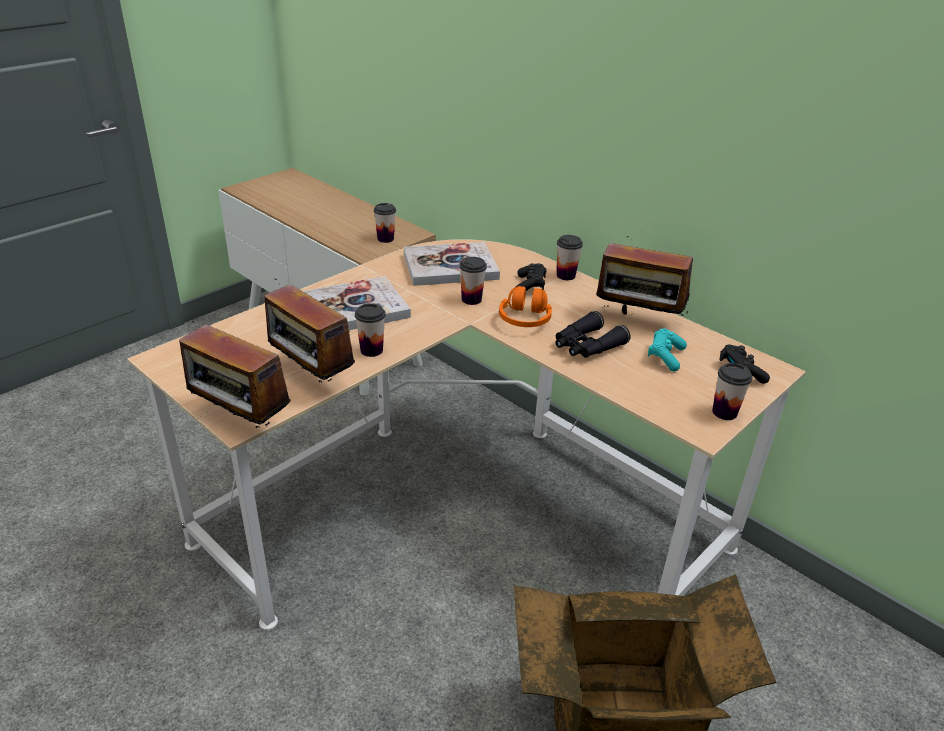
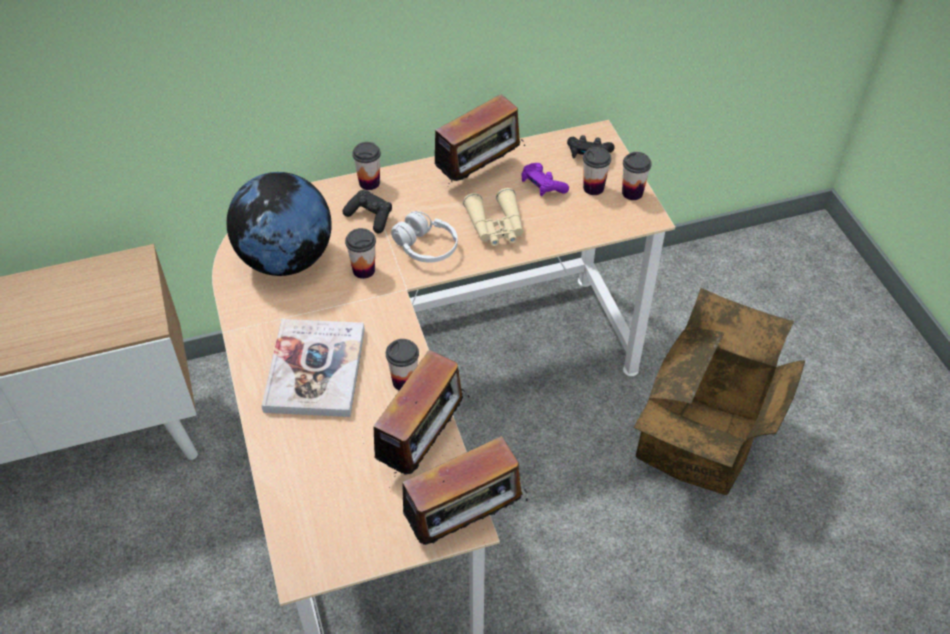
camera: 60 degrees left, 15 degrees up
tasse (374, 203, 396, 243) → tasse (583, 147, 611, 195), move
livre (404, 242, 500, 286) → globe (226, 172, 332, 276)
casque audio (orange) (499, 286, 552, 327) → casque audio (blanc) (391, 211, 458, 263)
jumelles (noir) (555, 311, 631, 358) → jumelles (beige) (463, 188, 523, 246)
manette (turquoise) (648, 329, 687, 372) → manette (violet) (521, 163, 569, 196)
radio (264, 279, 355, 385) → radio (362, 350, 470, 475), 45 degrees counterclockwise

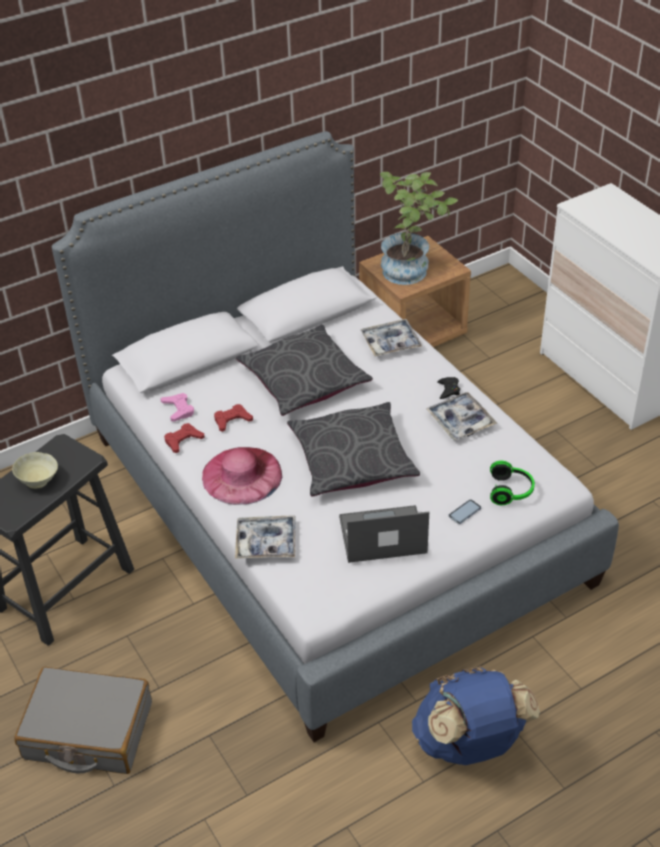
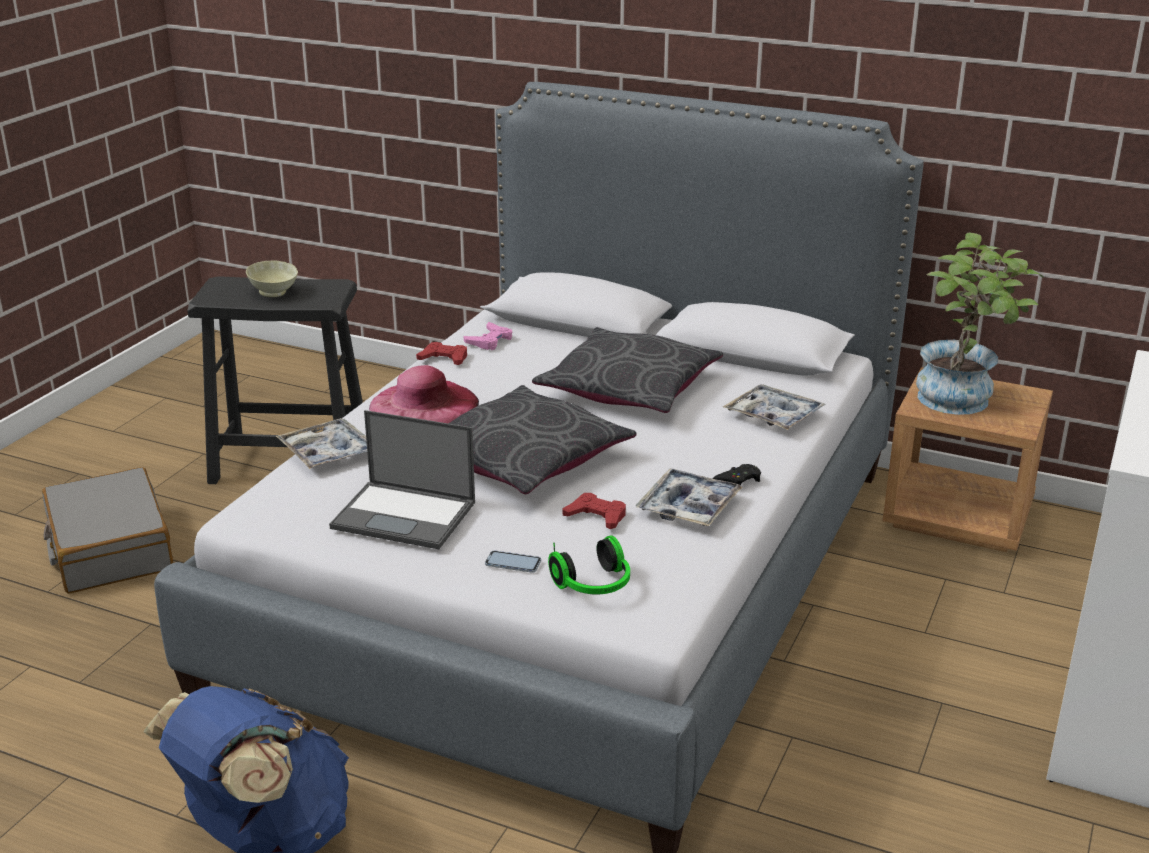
camera: 55 degrees right, 15 degrees down
manette (rouge) (214, 404, 253, 432) → manette (rouge) (562, 493, 626, 529), move
ordinateur portable (339, 505, 429, 563) → ordinateur portable (329, 410, 475, 549), 150 degrees clockwise

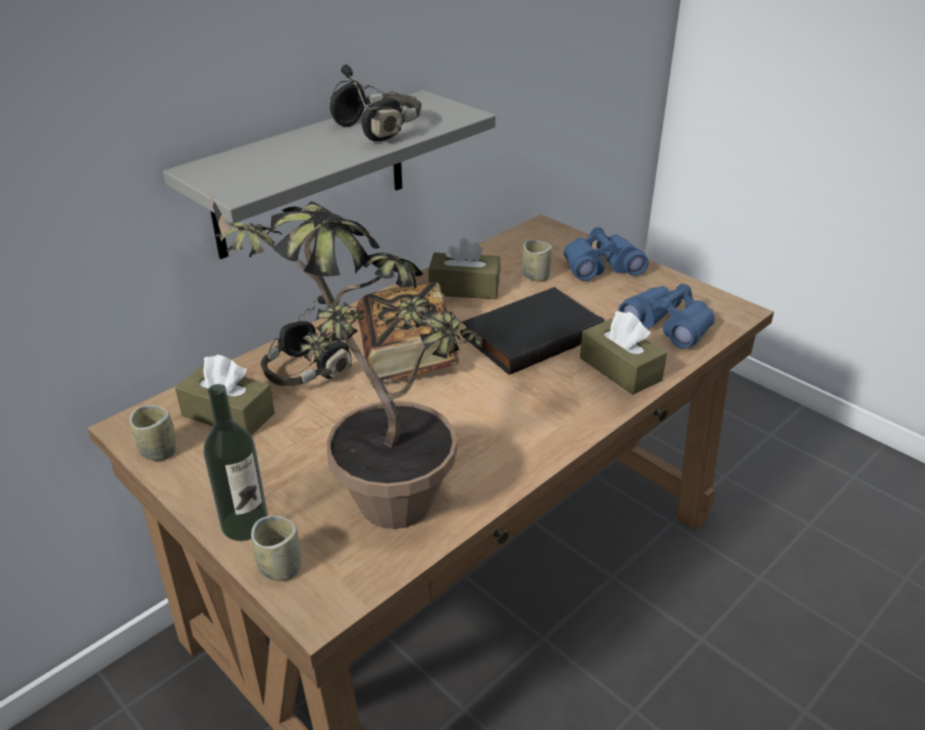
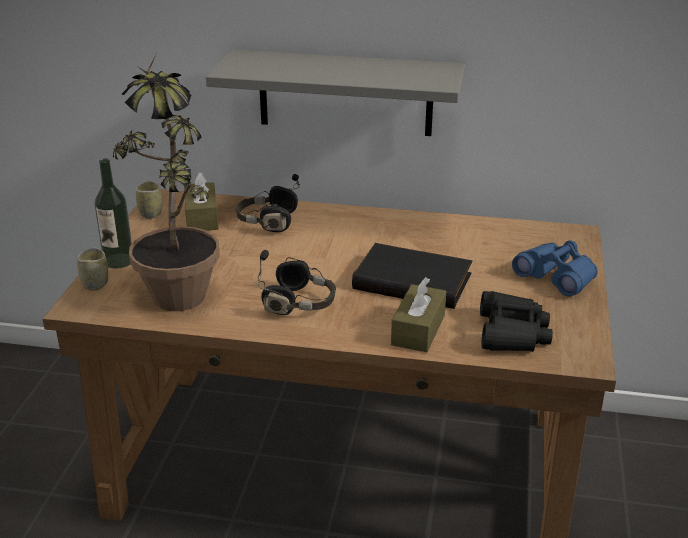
camera: 55 degrees right, 5 degrees down
livre (357, 282, 459, 383) → -
boîte à mouchoirs (marron) (428, 238, 500, 299) → -
tasse (522, 240, 552, 282) → -
casque audio (noir) (329, 64, 421, 142) → casque audio (noir) (258, 250, 336, 315), move
jumelles (bleu) (618, 284, 715, 349) → jumelles (noir) (480, 291, 553, 352)

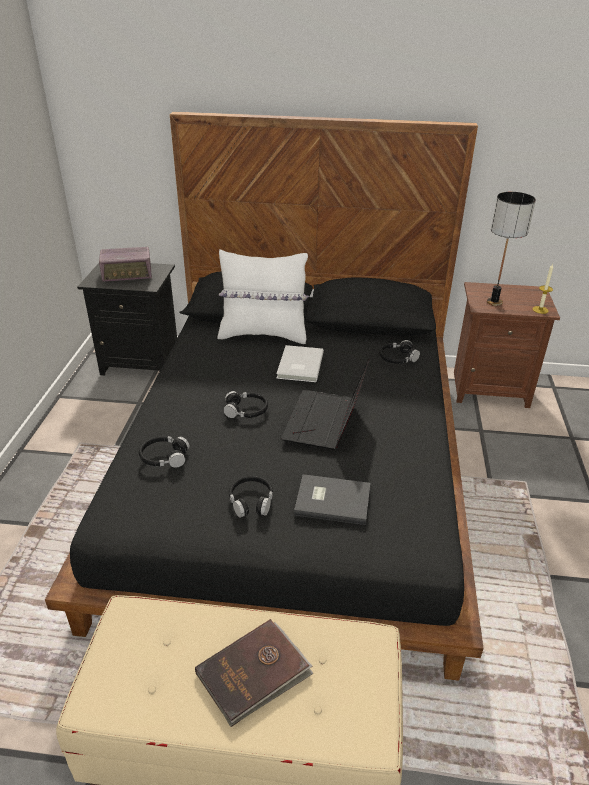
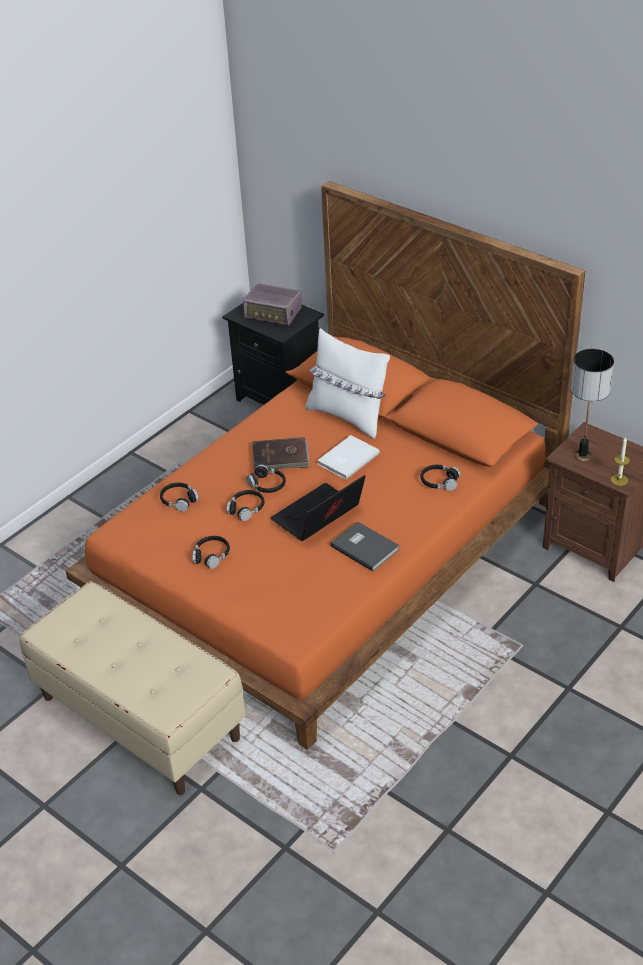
camera: 35 degrees right, 5 degrees up
- → casque audio (noir) (227, 490, 264, 521)
livre (marron) (195, 619, 314, 727) → livre (marron) (253, 437, 309, 470), move
livre (gris) (294, 474, 370, 525) → livre (gris) (331, 521, 399, 571), move
lit (noir) (45, 112, 484, 681) → lit (orange) (66, 181, 585, 750)

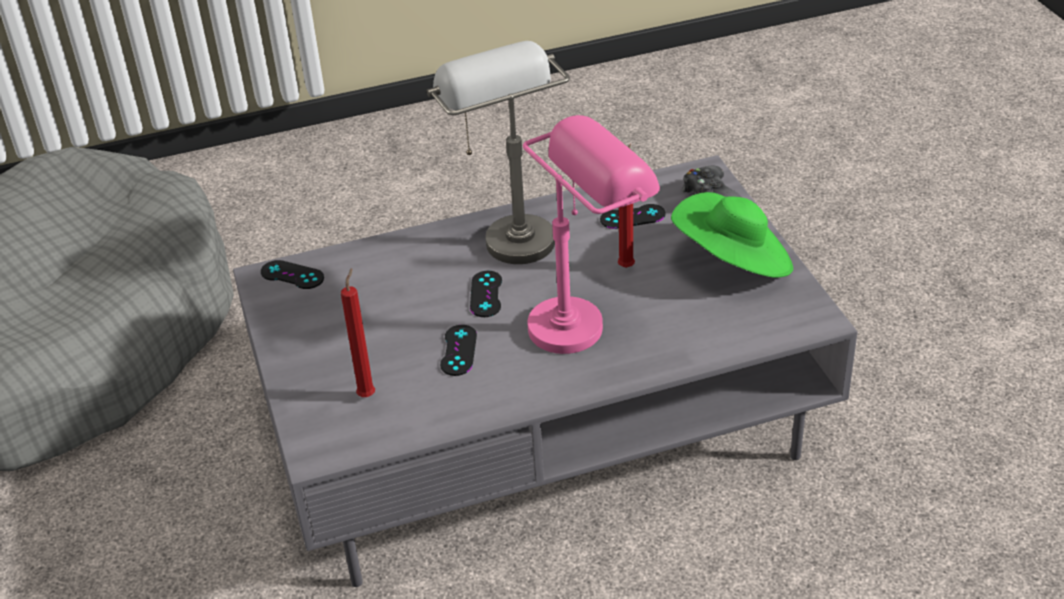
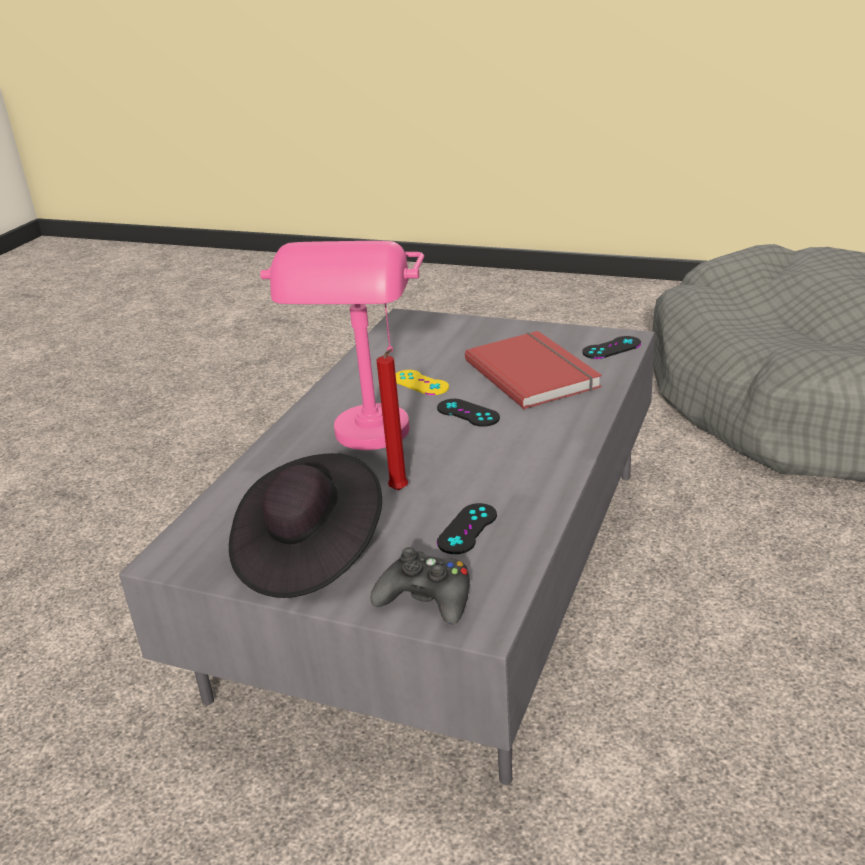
camera: 130 degrees right, 10 degrees down
bougie (rouge) (341, 268, 375, 397) → -
lampe de table (gris) (426, 41, 570, 264) → -
- → livre (rouge) (465, 331, 602, 409)
manette (noir) (440, 325, 477, 376) → manette (jaune) (395, 370, 449, 395)
chapeau (vert) (671, 192, 793, 278) → chapeau (noir) (229, 453, 382, 598)

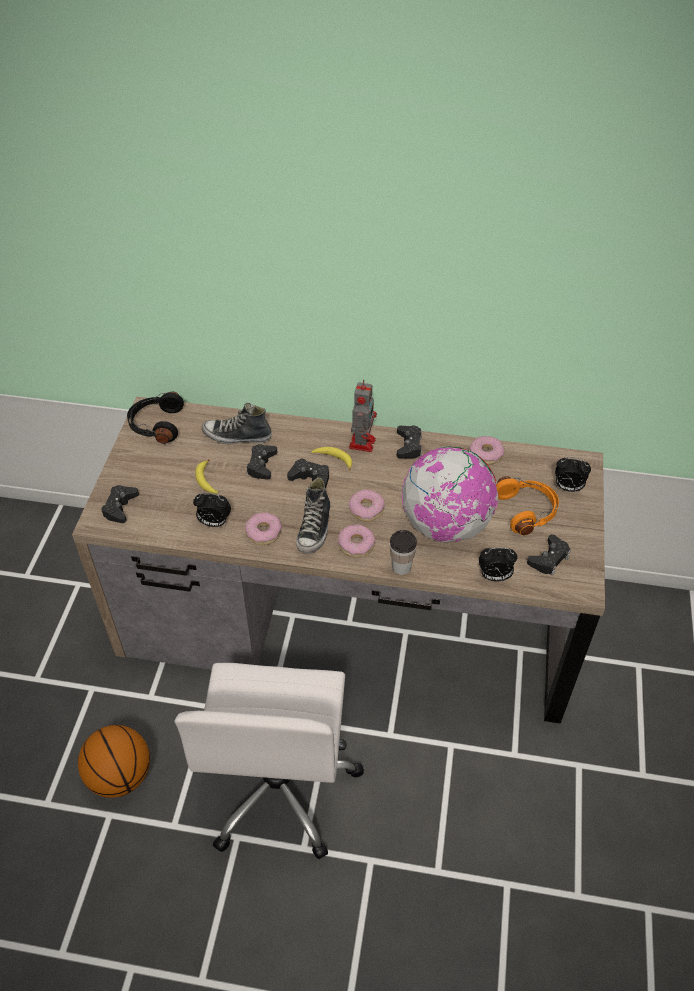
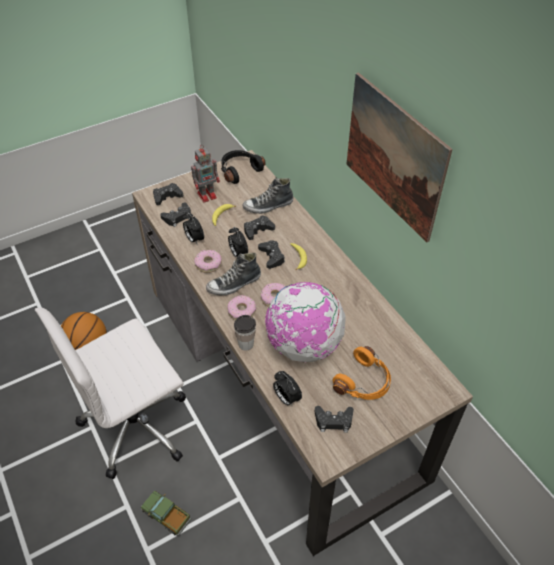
camera: 50 degrees right, 0 degrees up
beignet (470, 436, 504, 465) → -
- → camion jouet (141, 491, 191, 536)
- → tableau (347, 72, 453, 242)
robot jouet (349, 379, 377, 452) → robot jouet (191, 146, 220, 203), move
manette (noir) (397, 426, 422, 458) → manette (noir) (160, 202, 191, 227), move
réveil (555, 457, 591, 492) → réveil (228, 227, 248, 257), move
chaussure (202, 403, 272, 444) → chaussure (243, 177, 294, 214), 75 degrees counterclockwise

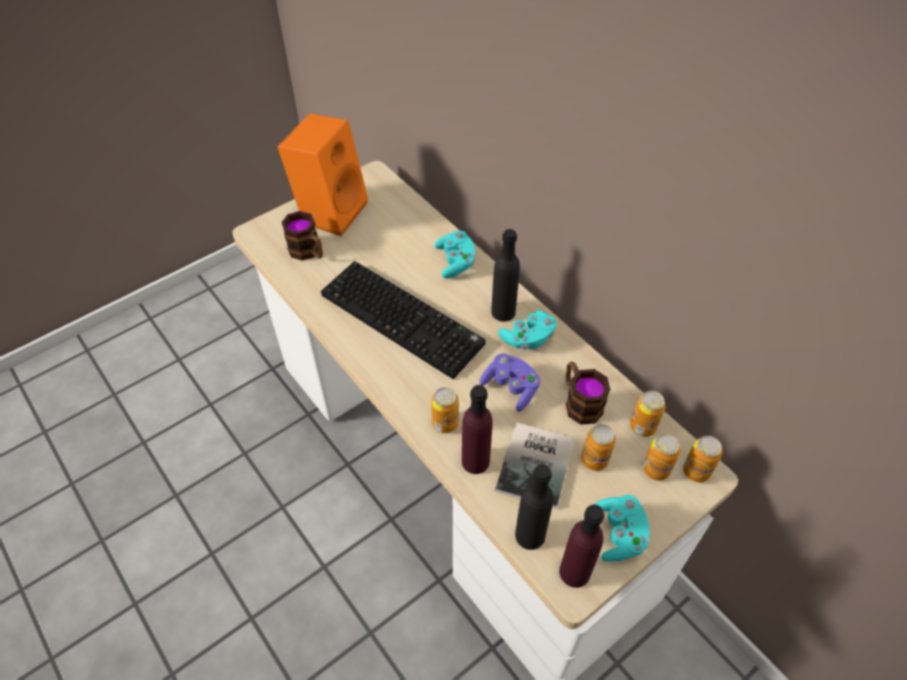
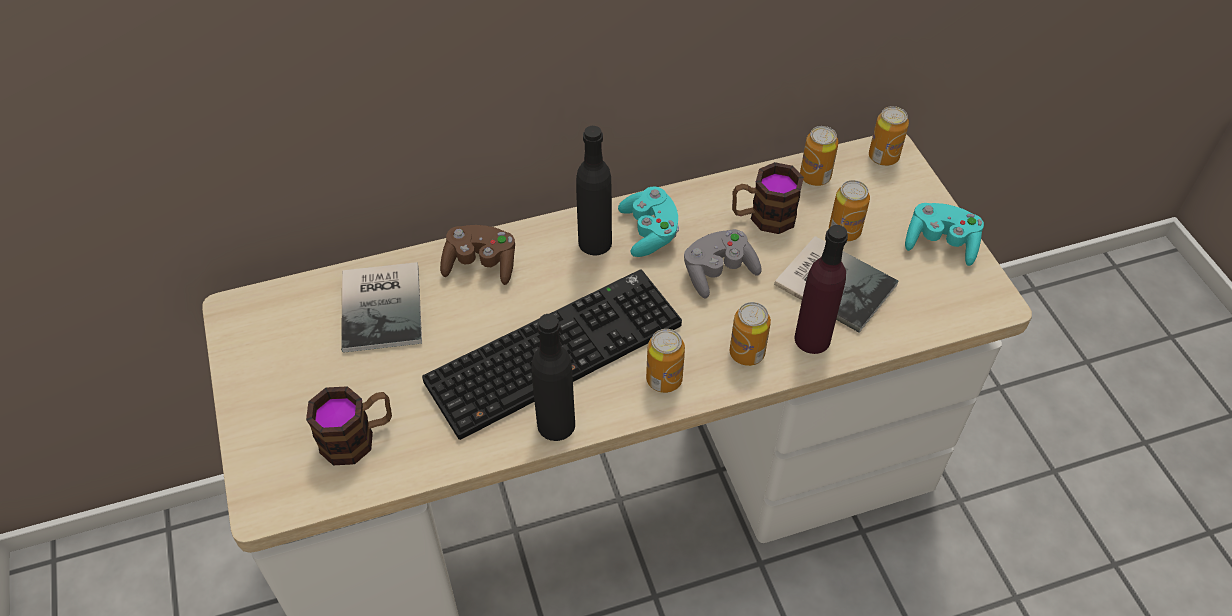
camera: 70 degrees left, 0 degrees up
enceinte (orange) (277, 113, 368, 236) → -
bouteille (violet) (559, 504, 604, 588) → -
- → livre (341, 262, 422, 352)
bouteille (noir) (515, 464, 553, 550) → bouteille (noir) (532, 314, 575, 441), move
boîte métallique (643, 434, 680, 481) → boîte métallique (646, 329, 685, 393), move
manette (turquoise) (434, 230, 475, 278) → manette (marron) (440, 225, 515, 285)
manette (violet) (479, 354, 540, 412) → manette (gris) (684, 229, 762, 298)

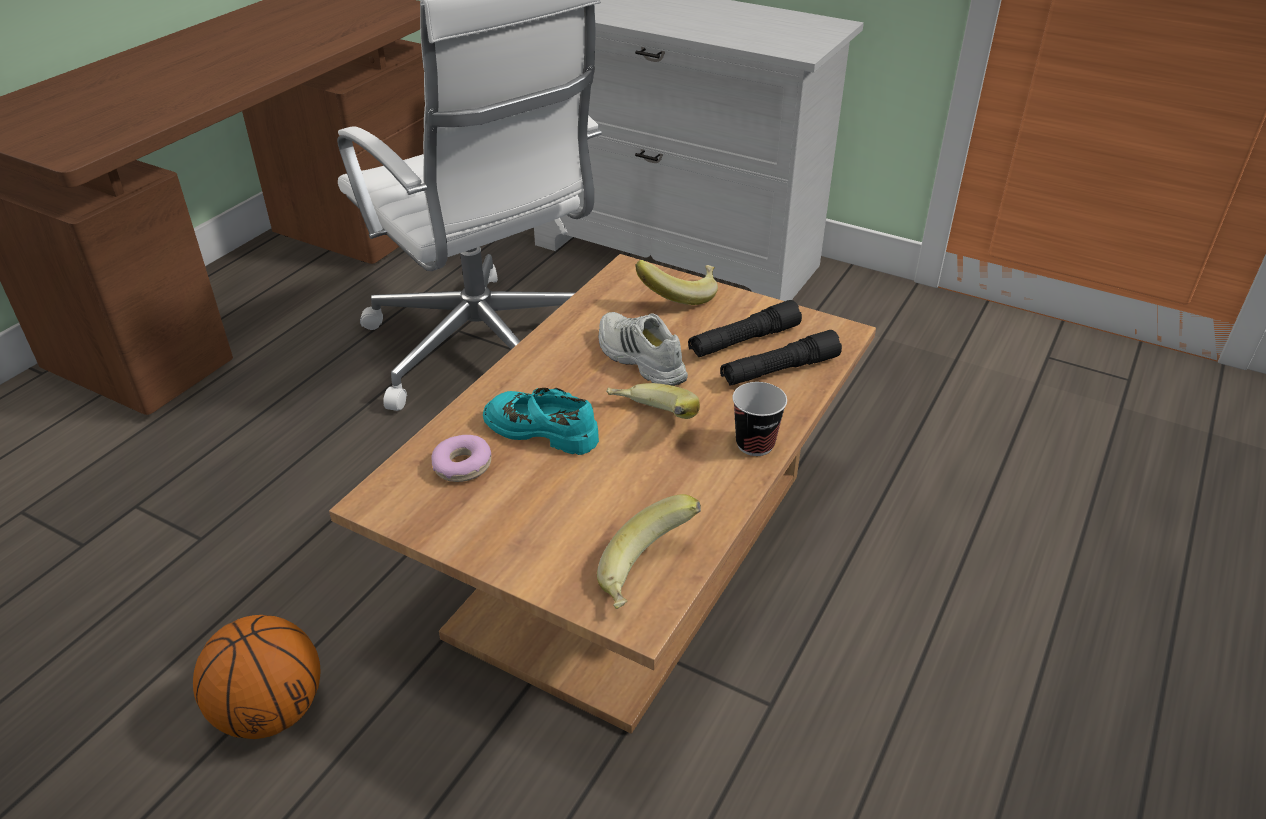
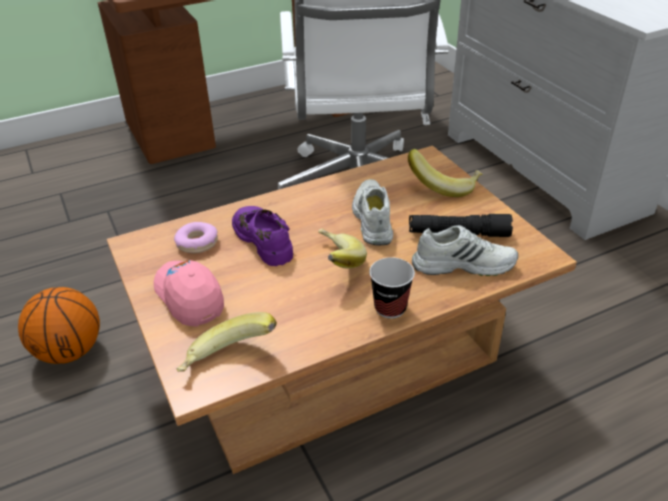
camera: 35 degrees right, 0 degrees up
- → casquette (rose) (154, 260, 224, 327)
lampe de poche (noir) (720, 330, 842, 386) → chaussure (blanc) (412, 225, 518, 276)
chaussure (turquoise) (483, 388, 599, 455) → chaussure (violet) (232, 206, 293, 266)

